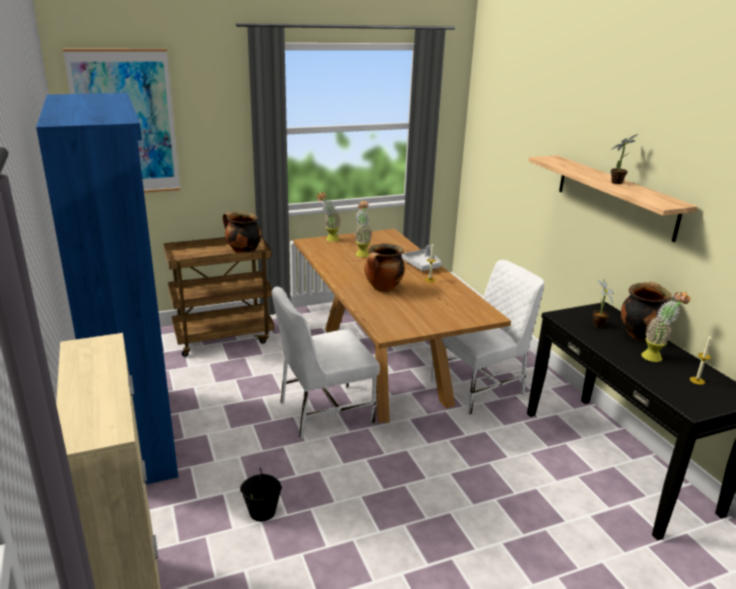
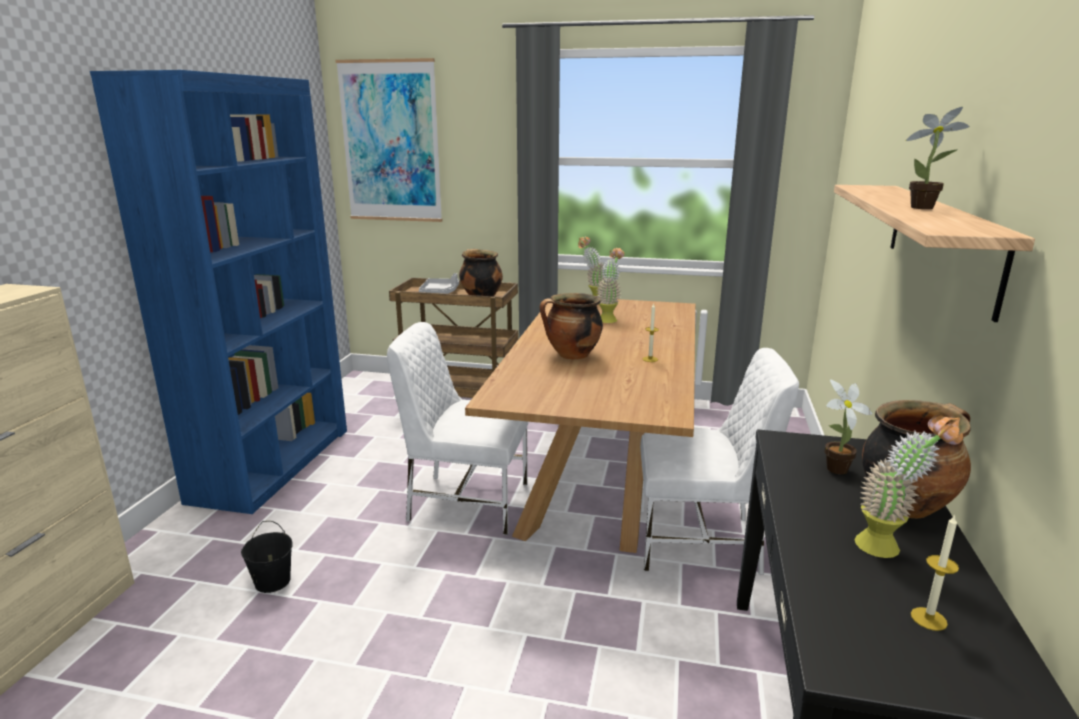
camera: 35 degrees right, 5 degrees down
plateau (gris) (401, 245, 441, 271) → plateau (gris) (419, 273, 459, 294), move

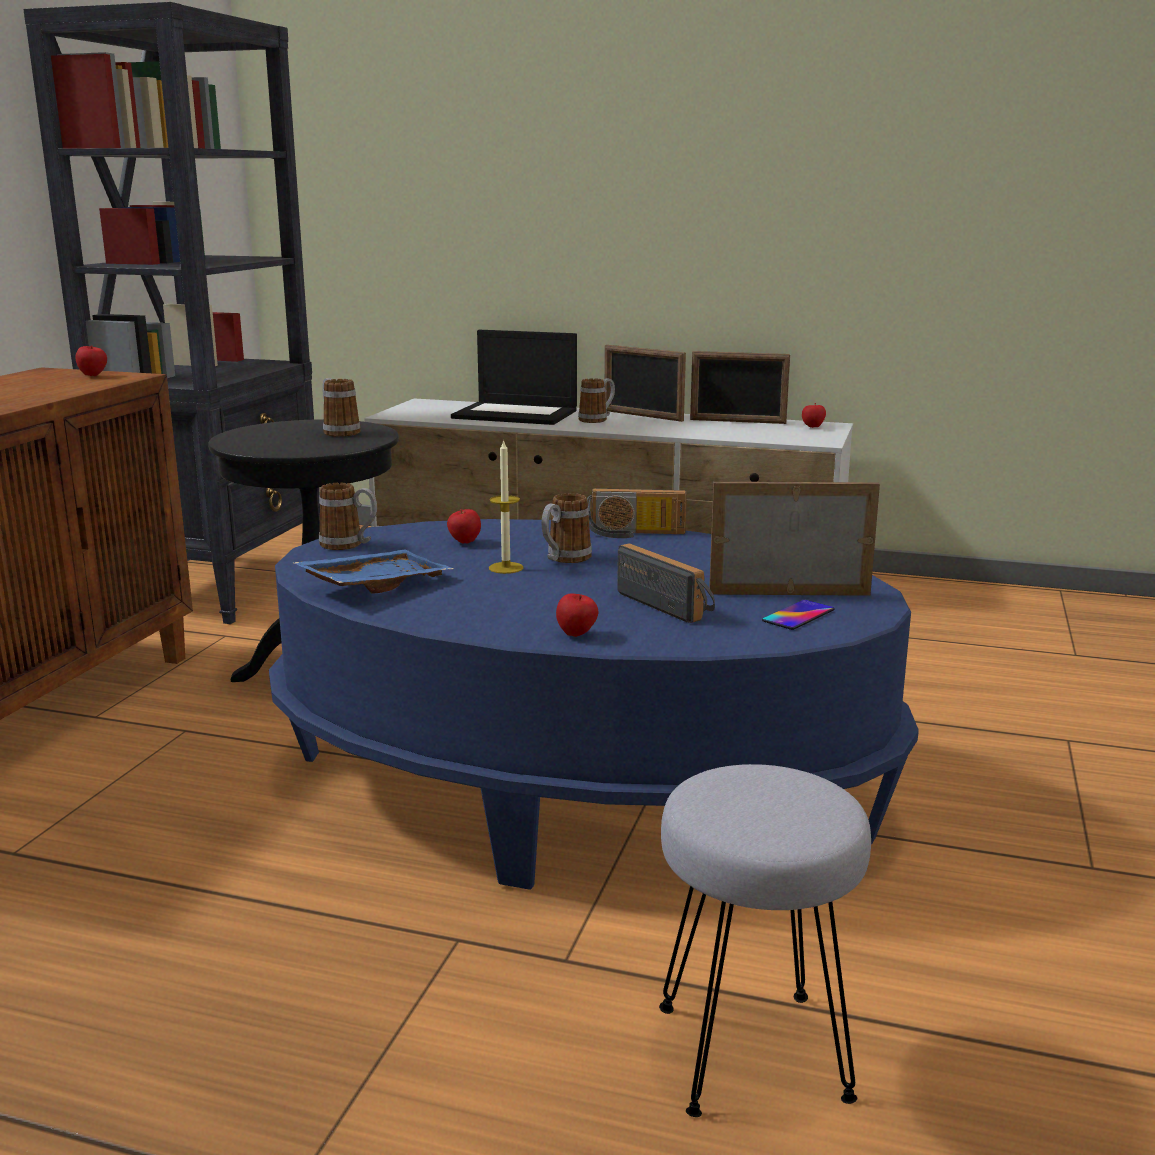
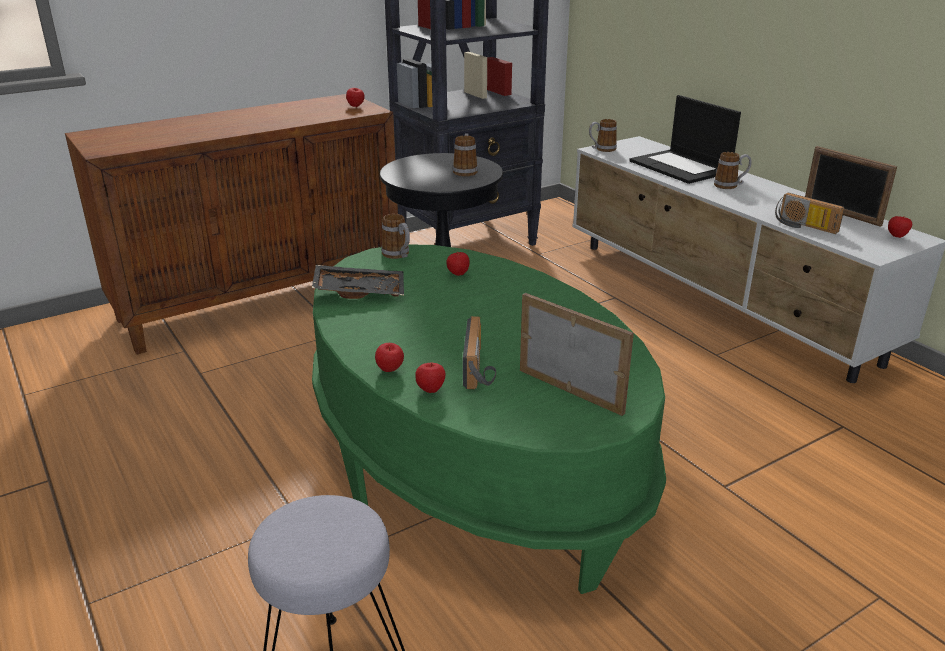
camera: 40 degrees right, 10 degrees up
bougie (489, 439, 524, 574) → -
cadre photo (605, 345, 686, 422) → -
téléphone (762, 600, 835, 630) → -
- → pomme (415, 363, 445, 393)
mug (542, 493, 592, 563) → mug (589, 119, 617, 152), move
radio (587, 488, 687, 538) → radio (775, 193, 844, 234), move
table basse (bleu) (269, 519, 919, 890) → table basse (vert) (312, 245, 666, 594)
plateau (bleu) (292, 550, 454, 593) → plateau (noir) (312, 265, 404, 299)

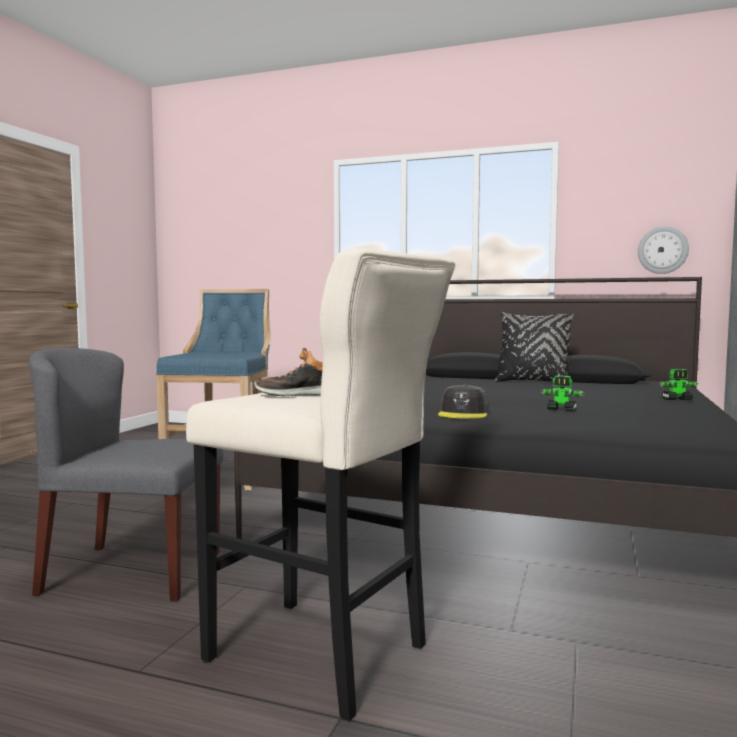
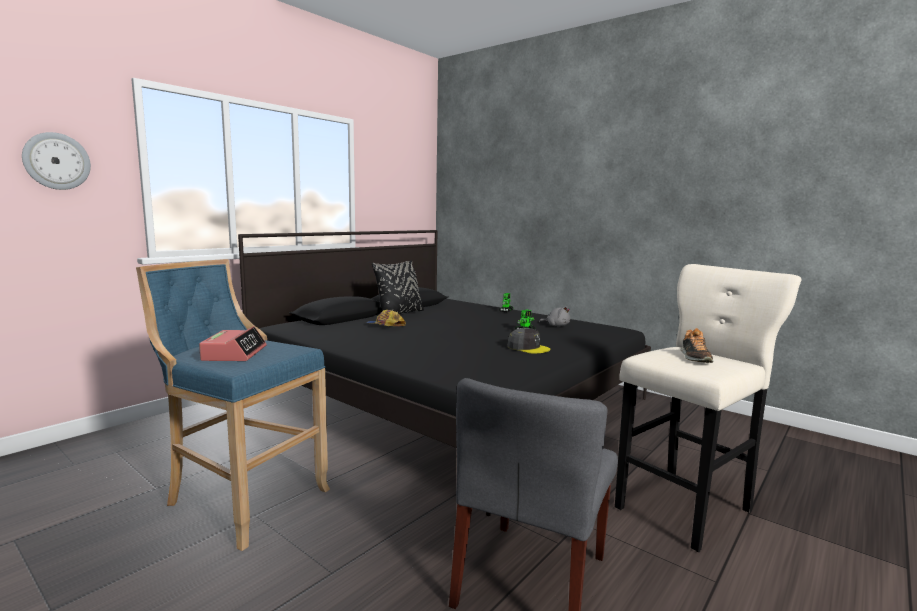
camera: 70 degrees left, 5 degrees up
- → réveil (199, 326, 267, 361)
- → casquette (366, 310, 406, 326)
- → peluche (gris) (539, 306, 570, 327)
horloge murale (638, 226, 689, 274) → horloge murale (22, 132, 91, 190), move

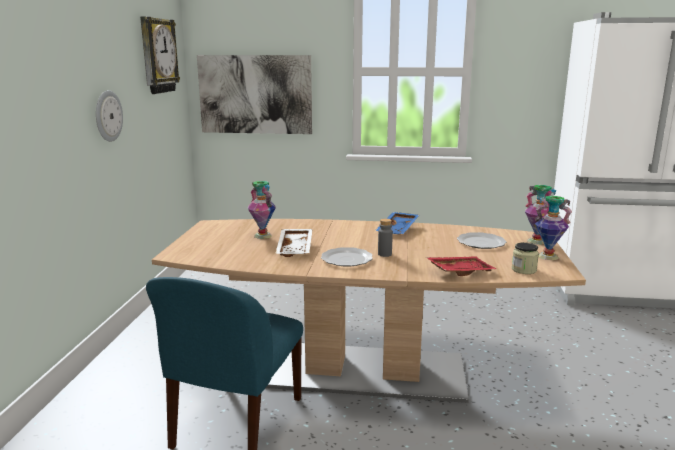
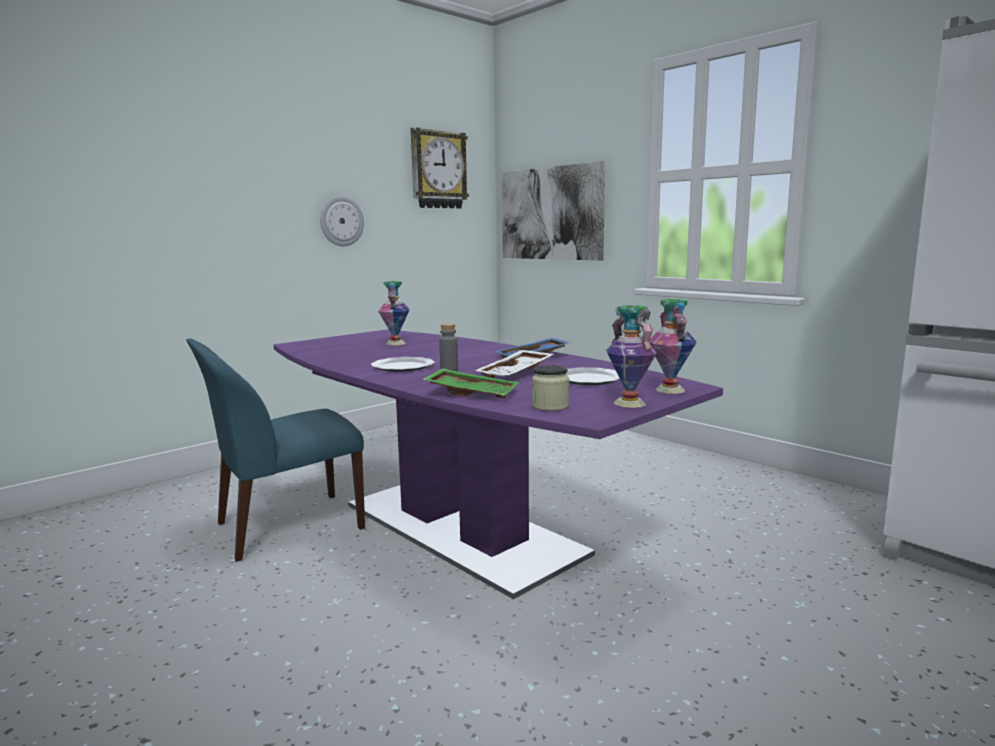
camera: 40 degrees right, 5 degrees down
plateau (blanc) (275, 229, 312, 257) → plateau (blanc) (475, 350, 554, 378), move
table à manger (marron) (152, 219, 586, 403) → table à manger (violet) (274, 330, 723, 599)
plateau (rouge) (426, 256, 496, 276) → plateau (vert) (423, 368, 519, 399)

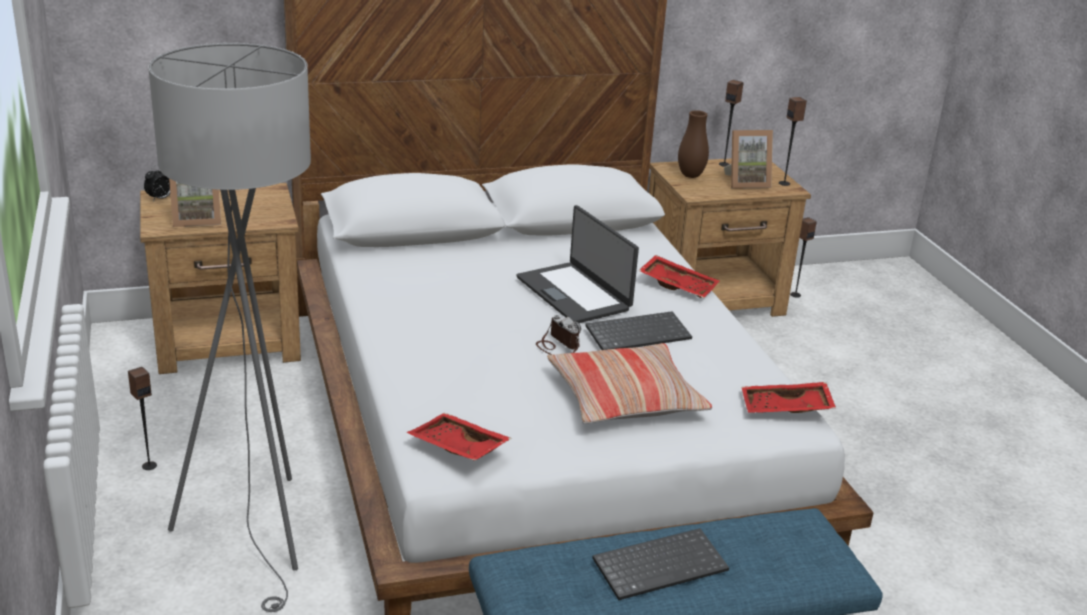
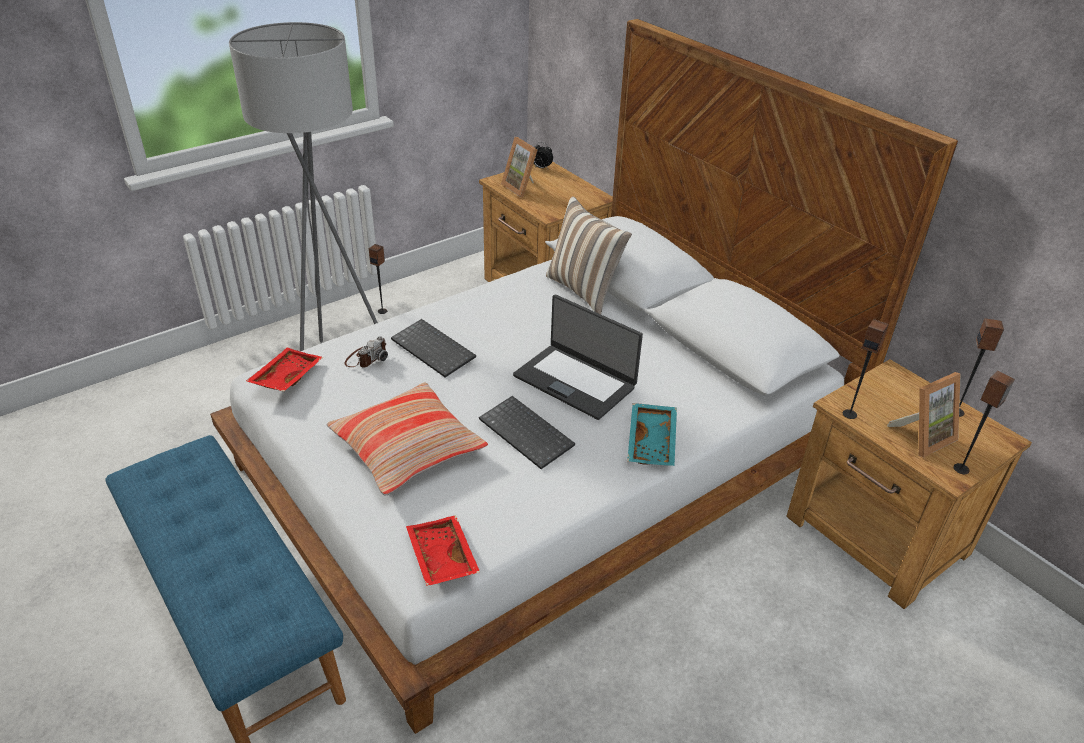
camera: 70 degrees right, 10 degrees up
vase (marron) (678, 110, 709, 178) → -
- → coussin (546, 196, 632, 314)
appareil photo (536, 315, 581, 354) → appareil photo (344, 336, 388, 367), move
clavier (592, 528, 729, 600) → clavier (391, 319, 476, 378), move
enceinte (790, 217, 817, 298) → enceinte (843, 319, 889, 419), move
plateau (rouge) (638, 255, 719, 298) → plateau (turquoise) (627, 403, 677, 466)
ordinateur portable (517, 205, 639, 323) → ordinateur portable (513, 295, 643, 420), 90 degrees counterclockwise
cadre photo (724, 130, 773, 189) → cadre photo (887, 372, 961, 458), 90 degrees counterclockwise

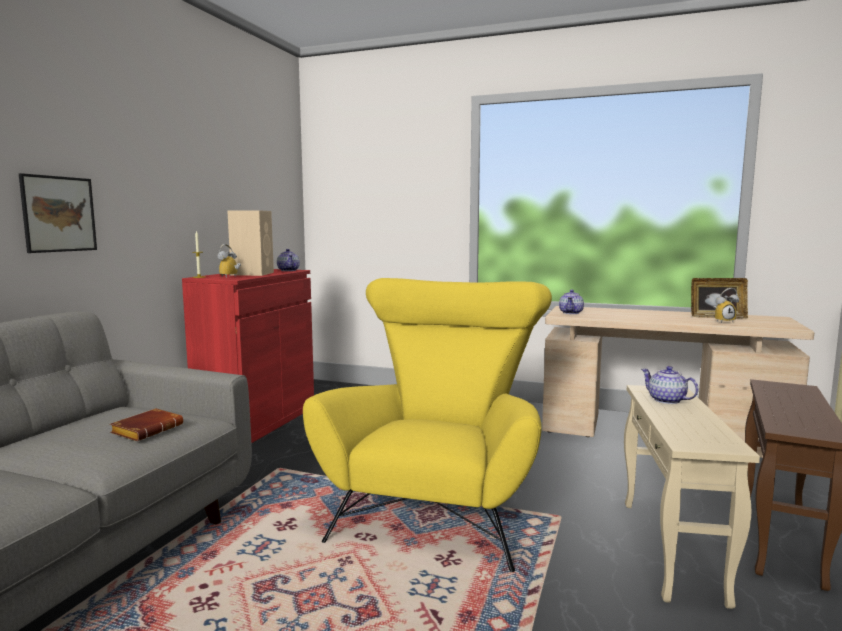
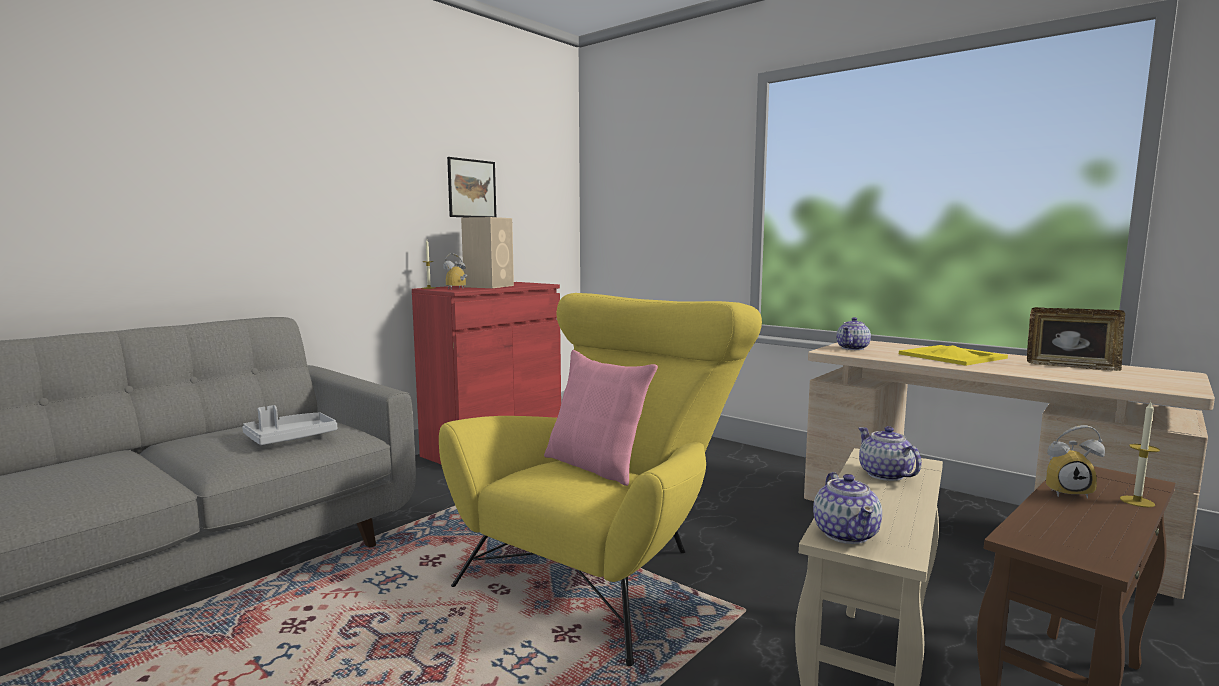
camera: 20 degrees right, 0 degrees up
- → coussin (rose) (544, 350, 658, 486)
- → plateau (jaune) (899, 345, 1008, 366)
- → bougie (1120, 402, 1160, 507)
tableau (19, 173, 97, 253) → tableau (447, 157, 496, 217), move
théière (277, 249, 300, 271) → théière (813, 472, 882, 544), move
réveil (713, 288, 739, 323) → réveil (1046, 425, 1105, 499), move
livre (marron) (110, 408, 183, 441) → plateau (gris) (242, 405, 337, 445)

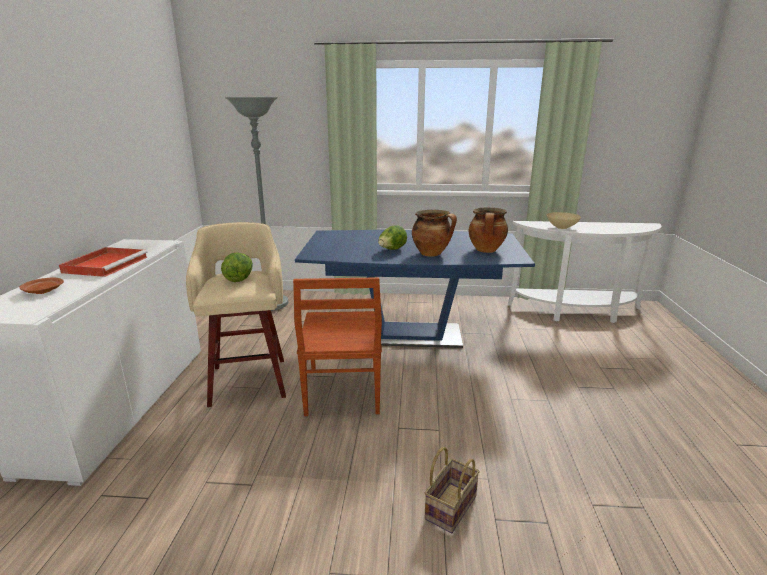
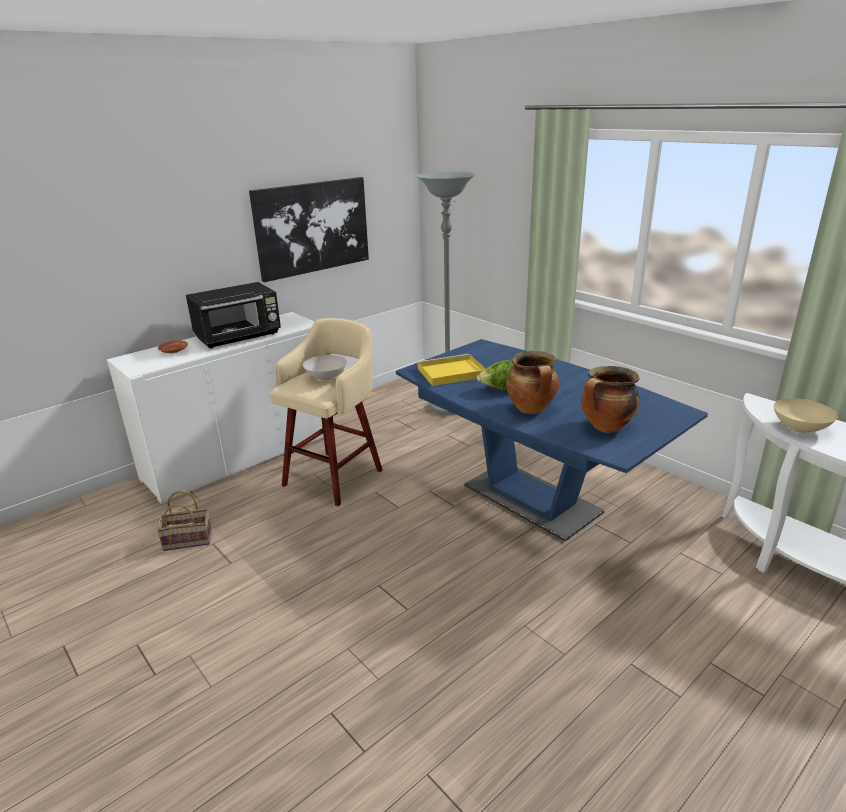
camera: 45 degrees right, 5 degrees up
chaise (marron) (293, 277, 382, 416) → -
- → tableau (249, 177, 369, 282)
- → plateau (jaune) (417, 354, 486, 386)
panier (425, 447, 480, 533) → panier (156, 490, 212, 551), move
plateau (rouge) (59, 247, 148, 277) → micro-ondes (noir) (186, 282, 281, 348)
laitue (221, 253, 253, 282) → bol (blanc) (303, 355, 346, 381)

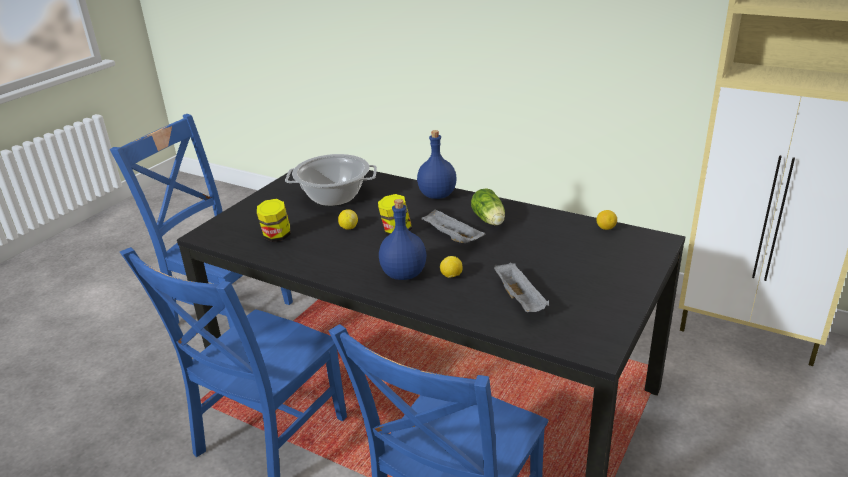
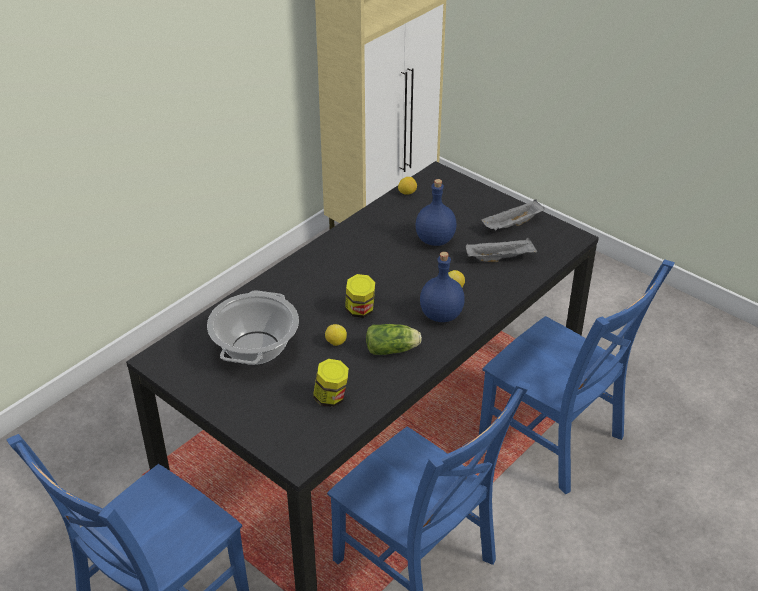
camera: 80 degrees left, 10 degrees up
bouteille (bleu) (417, 130, 457, 199) → bouteille (bleu) (415, 179, 457, 246), move
plateau (gris) (421, 209, 486, 243) → plateau (gris) (481, 199, 545, 231), move
laitue (471, 188, 505, 226) → laitue (366, 324, 422, 355), move

